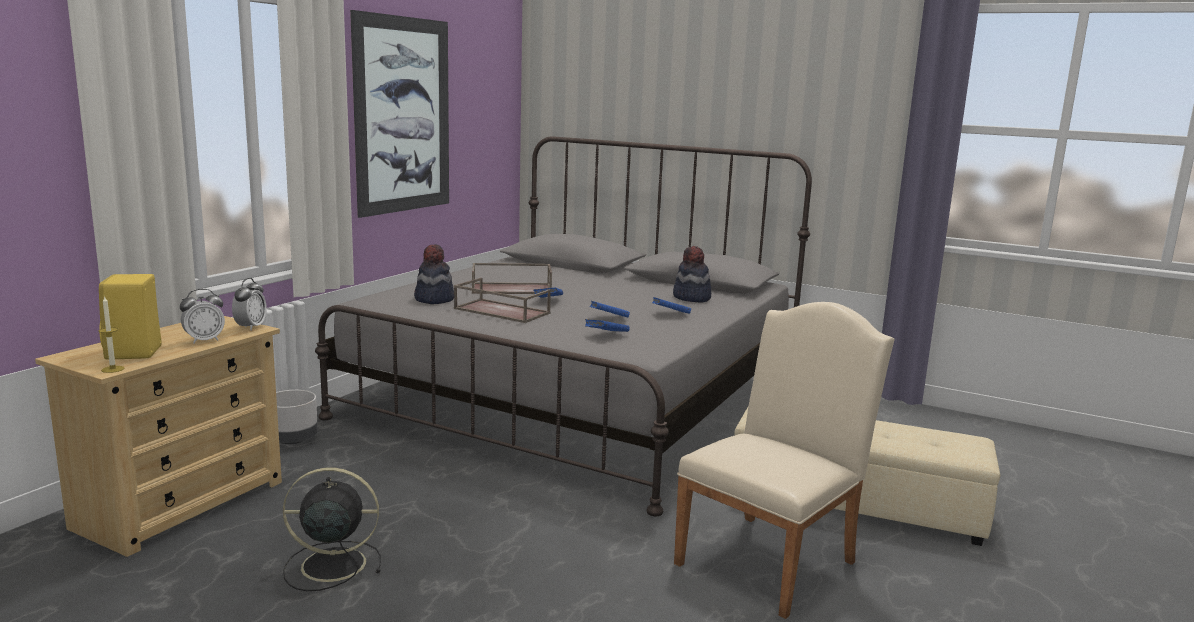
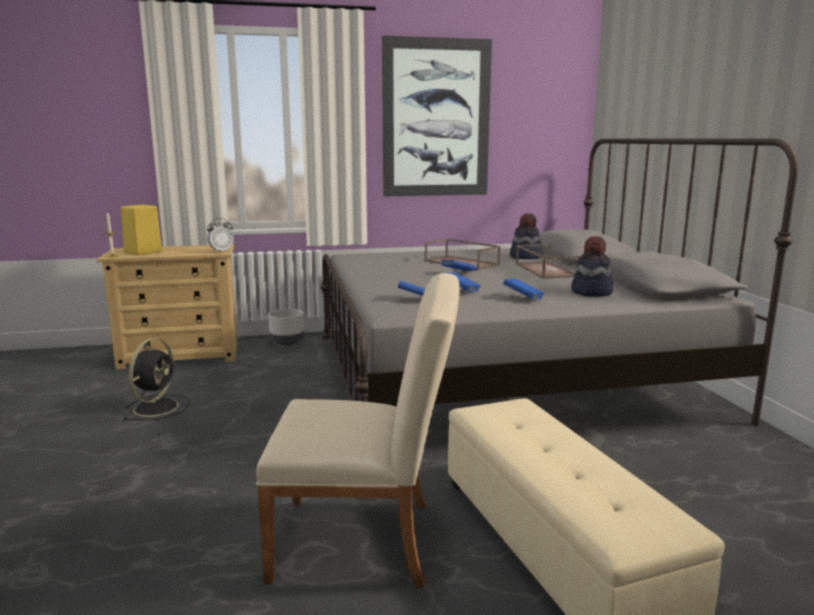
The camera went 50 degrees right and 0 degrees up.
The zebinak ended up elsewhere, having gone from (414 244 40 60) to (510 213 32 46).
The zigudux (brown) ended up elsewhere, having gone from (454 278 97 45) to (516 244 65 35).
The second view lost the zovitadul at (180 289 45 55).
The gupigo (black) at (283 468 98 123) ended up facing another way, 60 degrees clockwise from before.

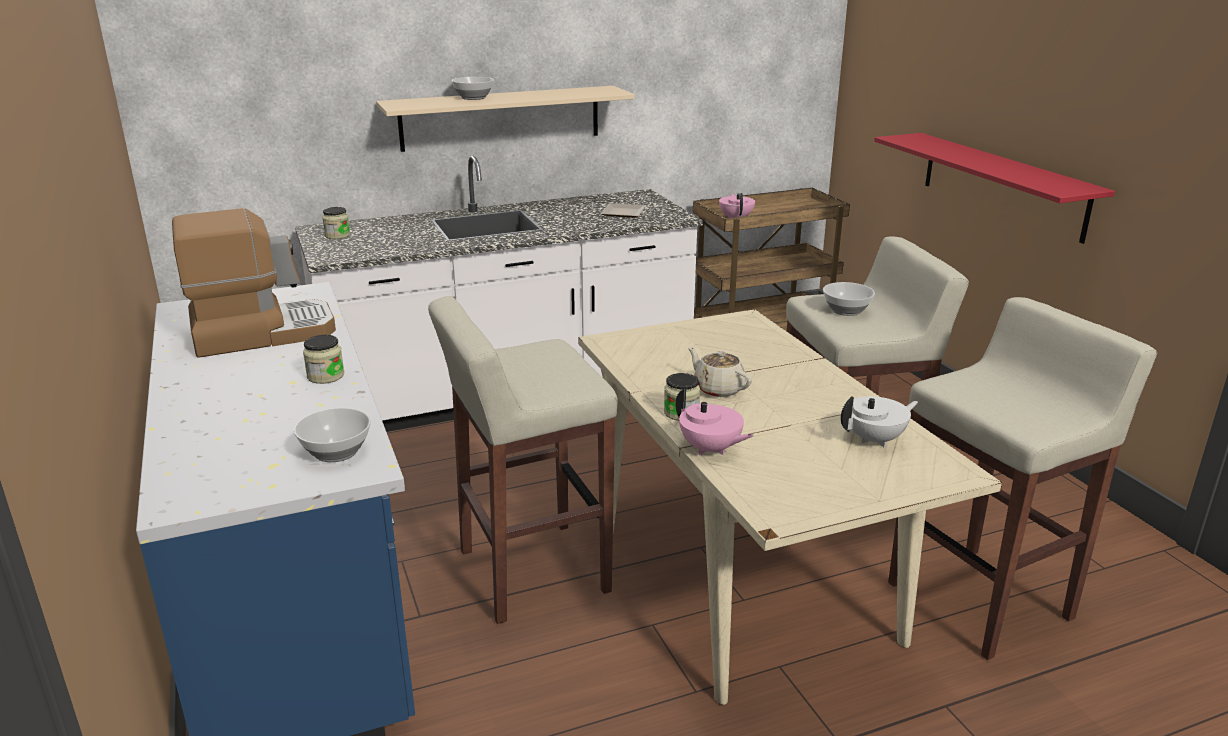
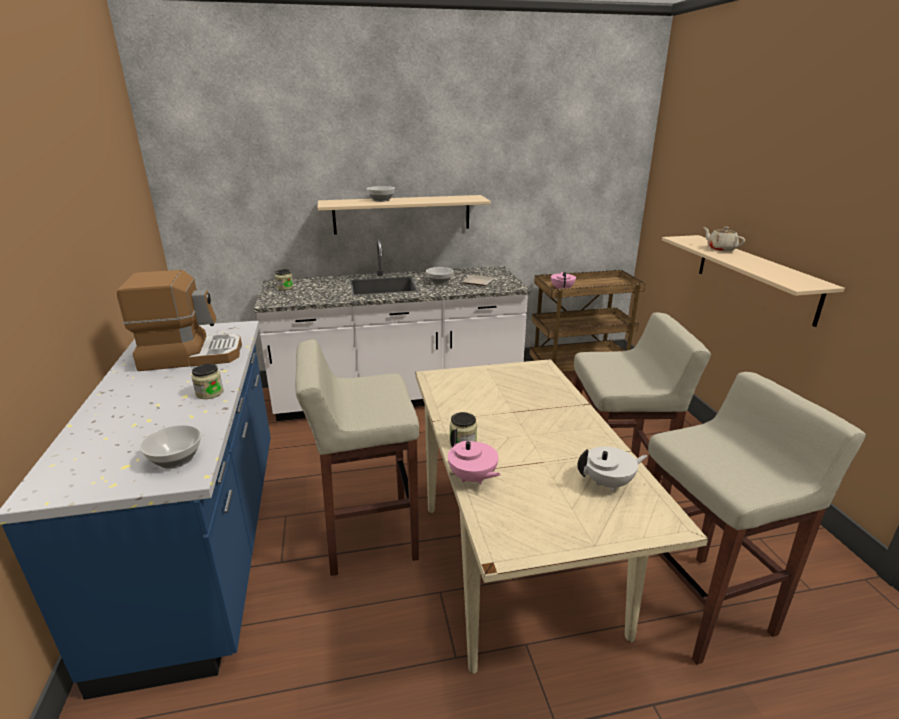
The camera went 10 degrees right and 0 degrees up.
What was the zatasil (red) at (874 133 241 111) turned into the zatasil (beige) at (662 235 183 92).
The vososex ended up elsewhere, having gone from (823 282 52 34) to (426 267 28 17).
The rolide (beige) ended up elsewhere, having gone from (688 347 64 50) to (703 227 42 24).

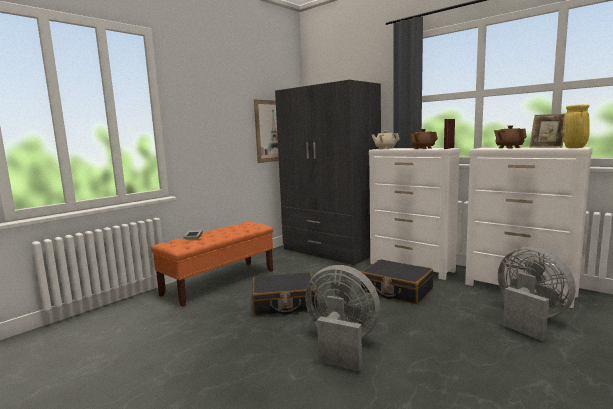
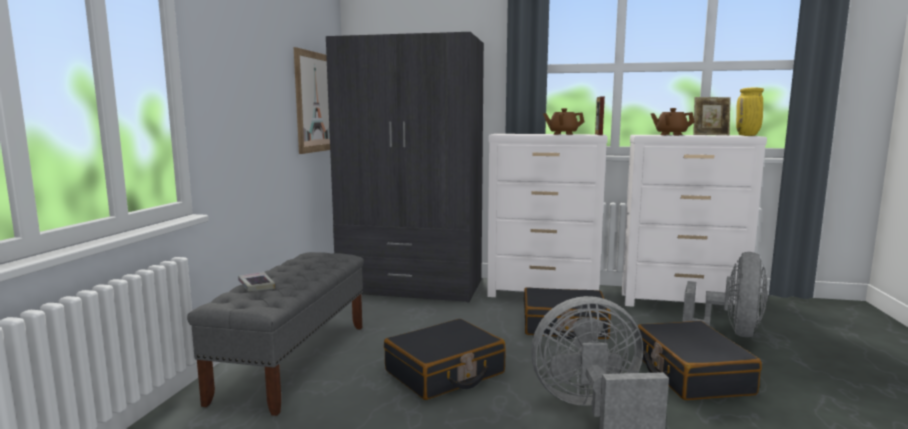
The camera went 30 degrees left and 0 degrees up.
The second view lost the rolide (beige) at (372 130 28 19).
What was the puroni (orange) at (151 222 122 85) turned into the puroni (grey) at (187 252 177 164).
The gupigo (grey) at (498 247 78 94) ended up facing another way, 90 degrees clockwise from before.
The second view gained the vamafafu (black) at (638 321 124 79).

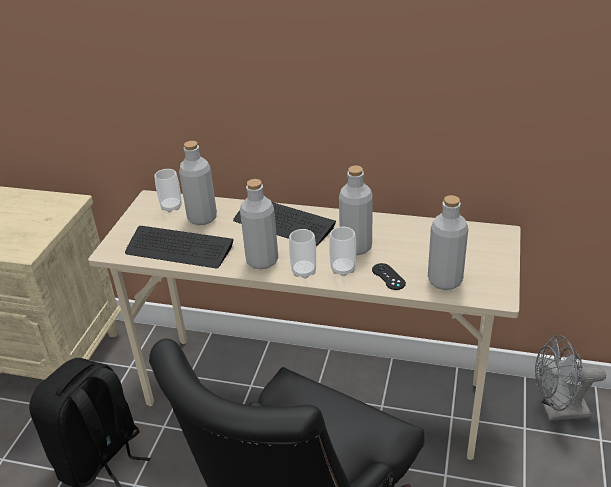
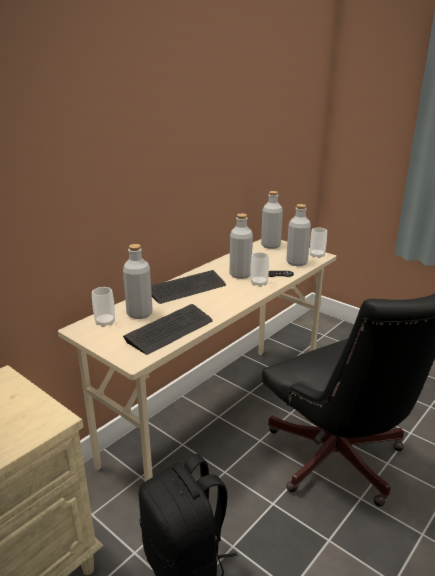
The camera went 65 degrees left and 10 degrees down.
The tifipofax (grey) ended up elsewhere, having gone from (240 179 38 90) to (261 191 22 58).
The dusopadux ended up elsewhere, having gone from (289 229 27 50) to (310 228 17 30).
The second view lost the gupigo (grey) at (535 335 71 86).

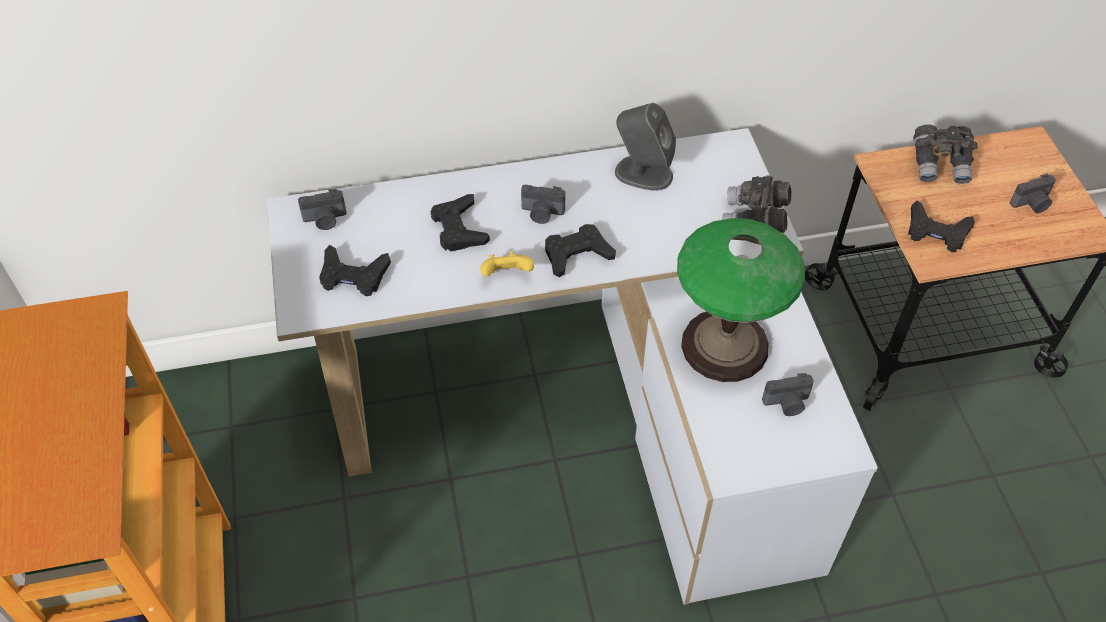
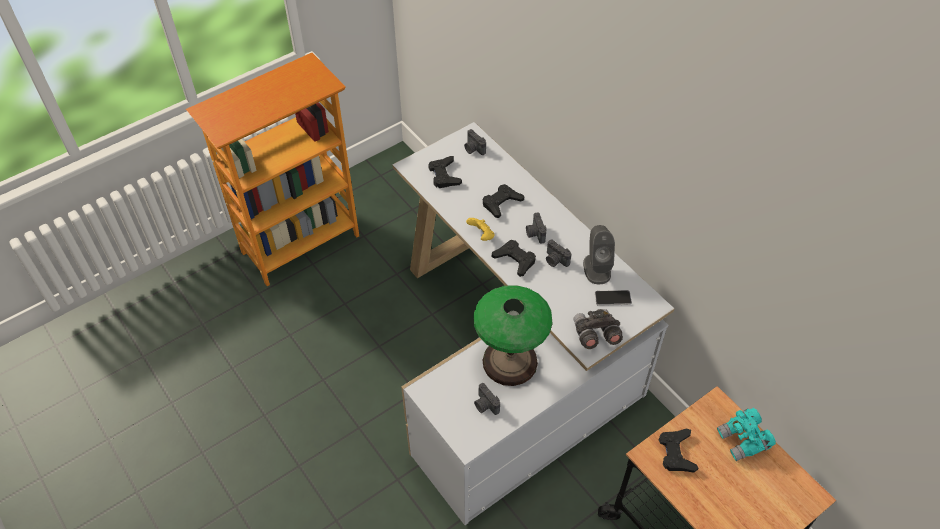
The camera went 65 degrees right and 0 degrees up.
What was the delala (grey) at (913 124 64 60) turned into the delala (turquoise) at (717 408 59 53).
The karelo ended up elsewhere, having gone from (1010 174 46 39) to (546 239 25 28).
The second view gained the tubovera at (595 290 37 16).

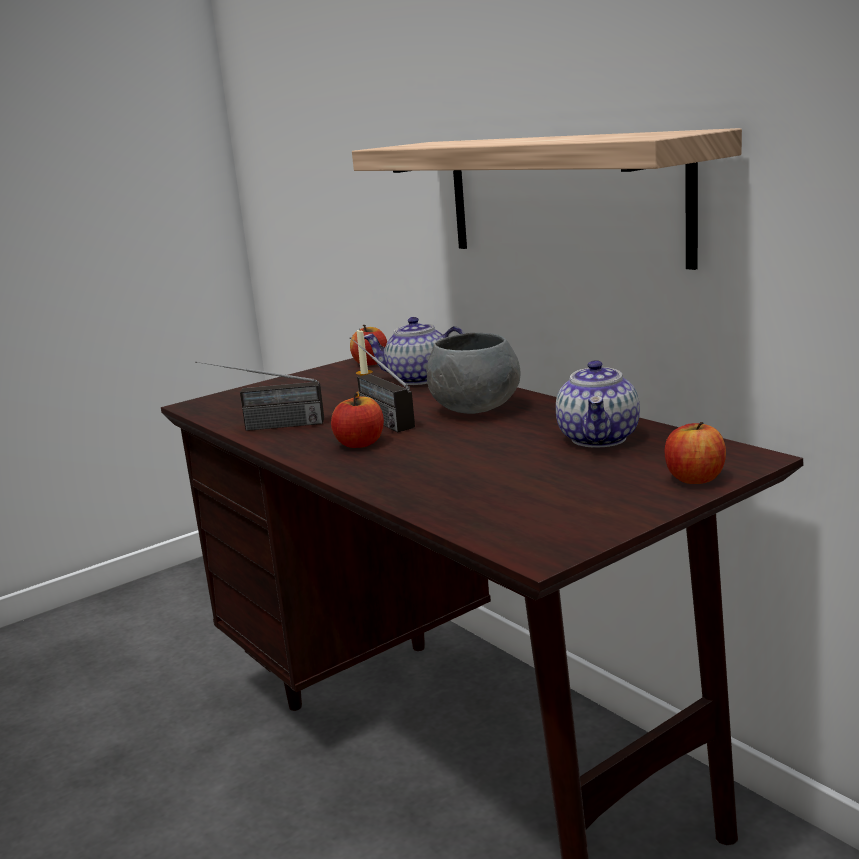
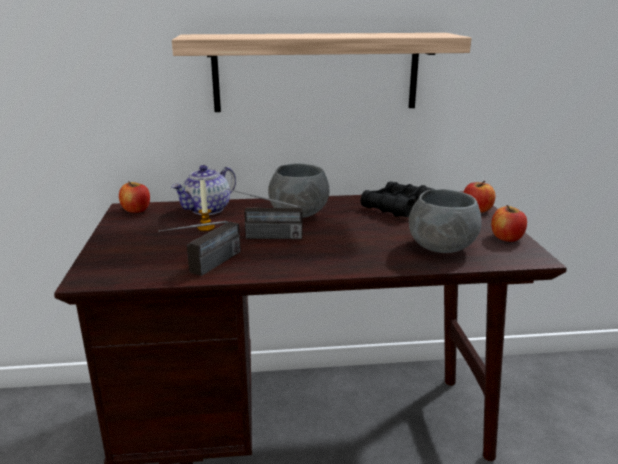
The camera went 60 degrees left and 5 degrees up.
Where the rolide stood at (556 360 84 87), the delala (black) came to stand at (361 181 72 36).
The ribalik ended up elsewhere, having gone from (331 393 53 55) to (491 205 36 37).
The second view gained the vososex (grey) at (409 189 73 64).

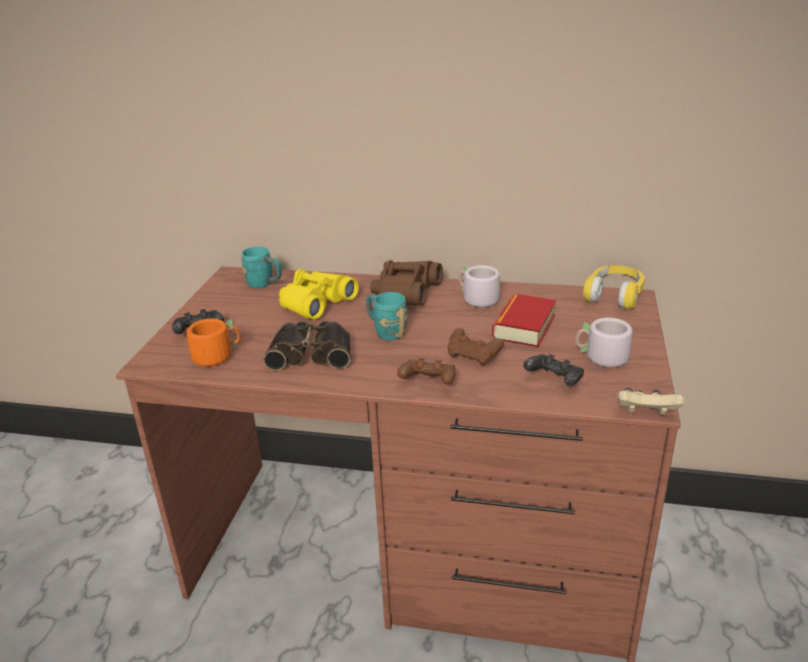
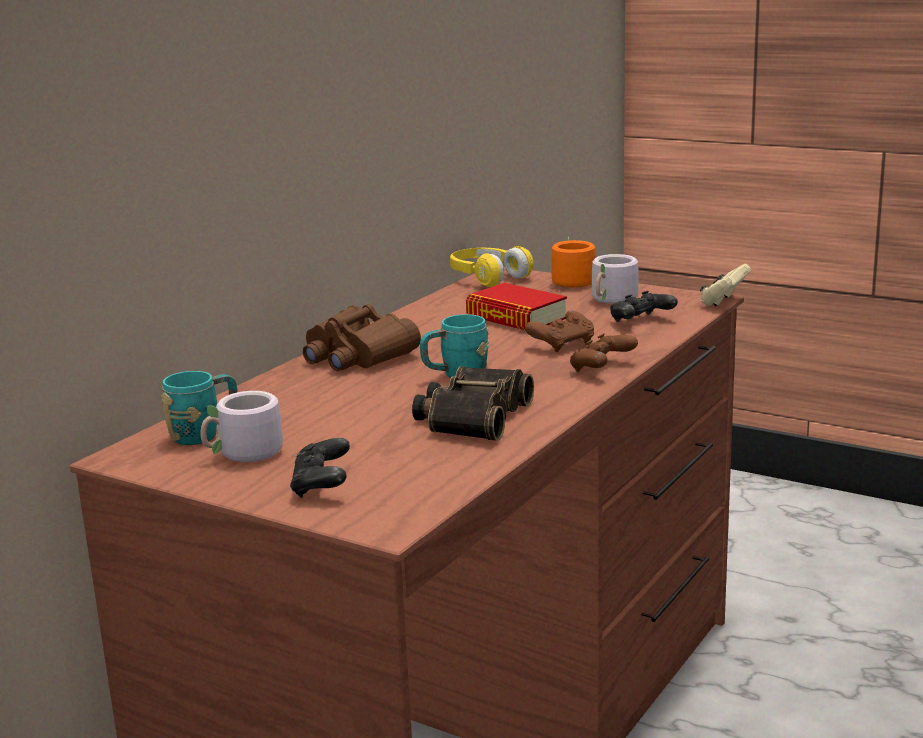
The camera went 70 degrees left and 10 degrees down.
The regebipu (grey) ended up elsewhere, having gone from (459 265 41 49) to (200 391 96 71).
The second view lost the delala (yellow) at (279 269 80 50).
The regebipu (orange) ended up elsewhere, having gone from (186 318 55 48) to (551 237 45 54).

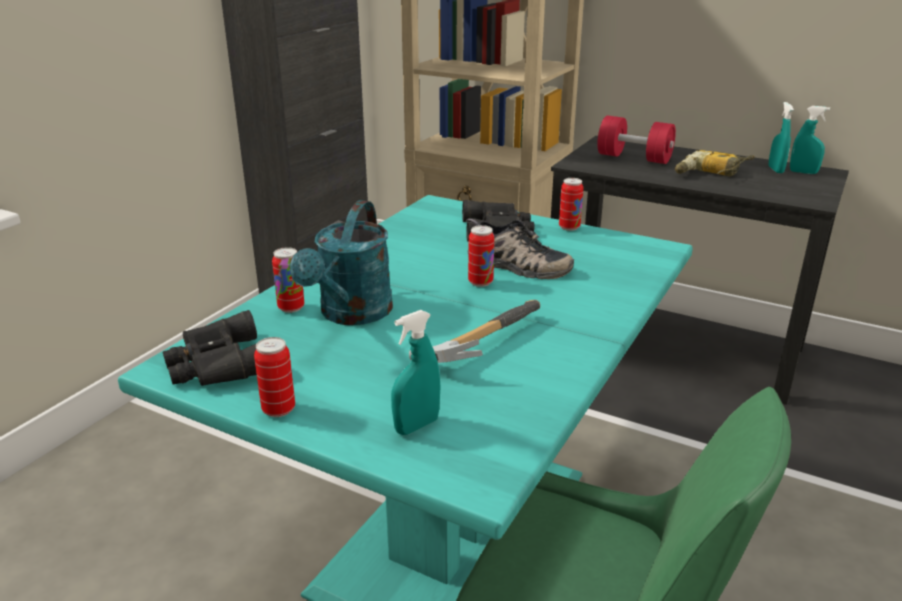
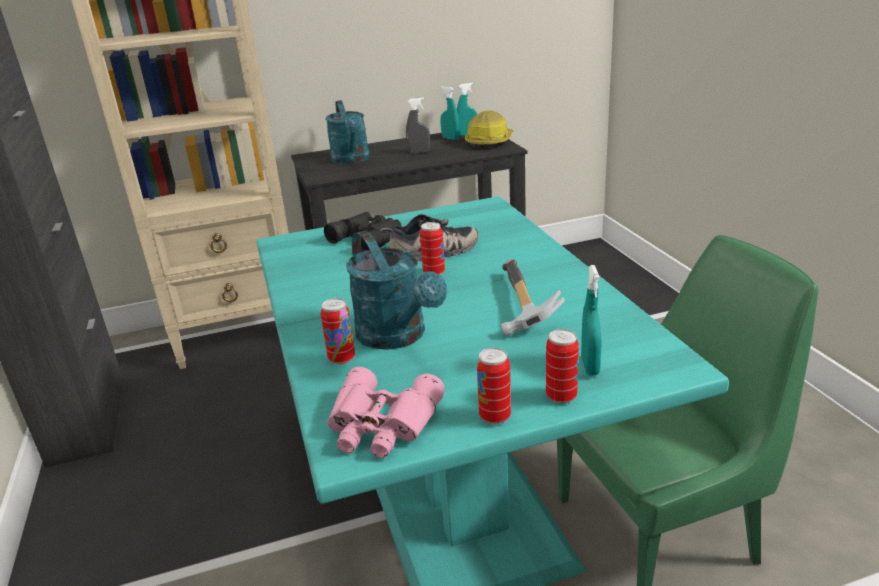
The camera went 45 degrees left and 0 degrees up.
Where the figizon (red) stood at (597 116 79 48), the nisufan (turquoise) came to stand at (325 100 45 64).
Where the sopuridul stood at (675 150 80 26), the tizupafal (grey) came to stand at (406 98 24 56).
The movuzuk ended up elsewhere, having gone from (559 178 24 53) to (546 329 33 75).
What was the delala (black) at (162 310 95 76) turned into the delala (pink) at (327 367 117 91).
The second view gained the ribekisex at (465 111 48 38).

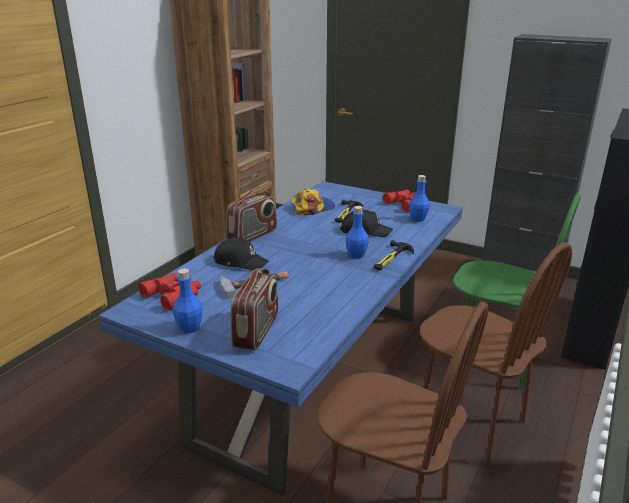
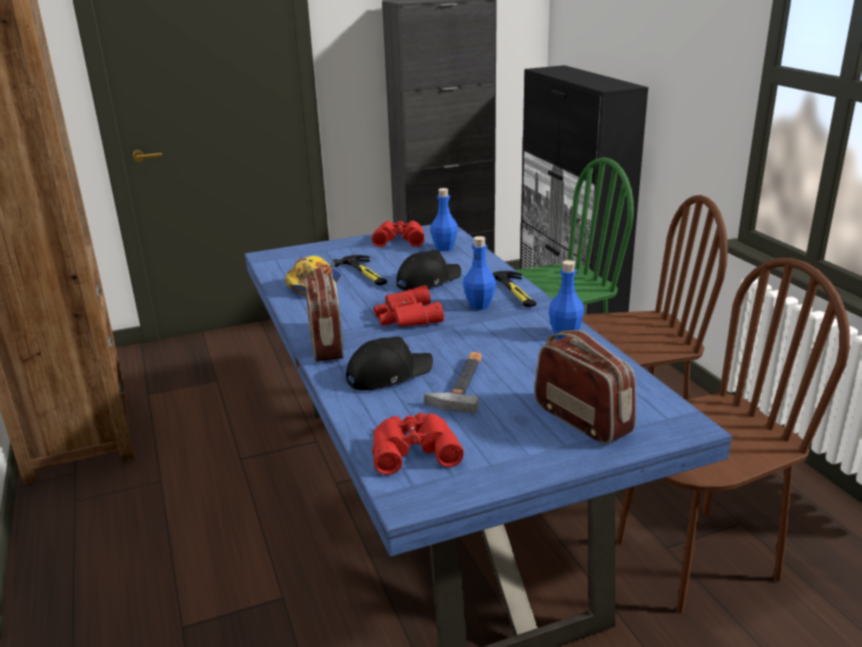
The camera went 50 degrees left and 0 degrees up.
The tifipofax (blue) ended up elsewhere, having gone from (173 269 29 64) to (549 260 35 79).
The second view gained the delala (red) at (374 285 70 42).

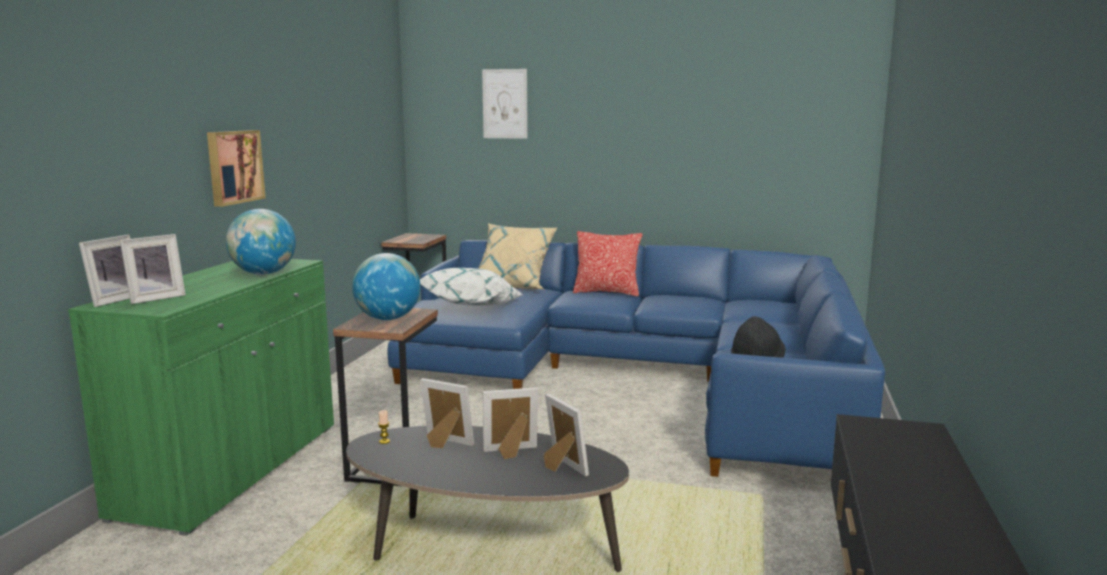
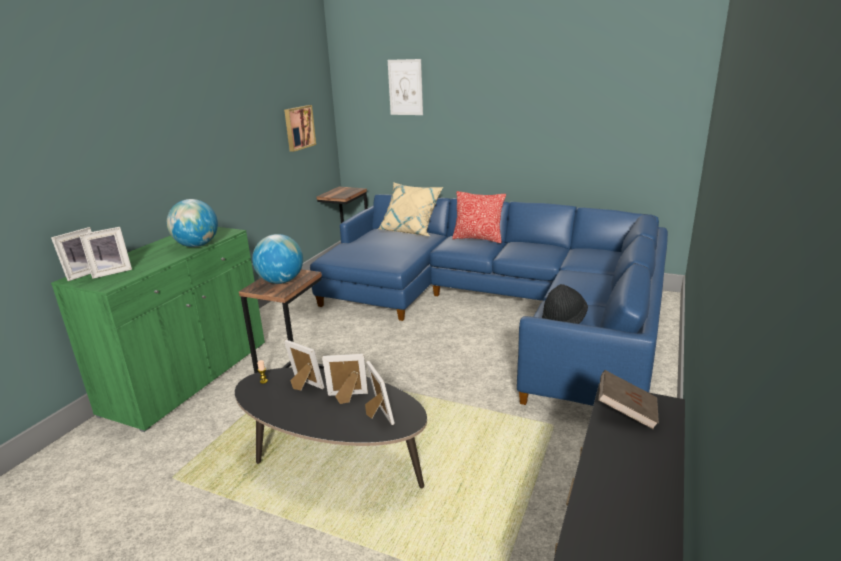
The camera went 10 degrees right and 10 degrees up.
The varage ended up elsewhere, having gone from (207 130 59 77) to (284 105 32 47).
The second view lost the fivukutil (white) at (420 268 103 38).
The second view gained the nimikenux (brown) at (598 370 61 60).

